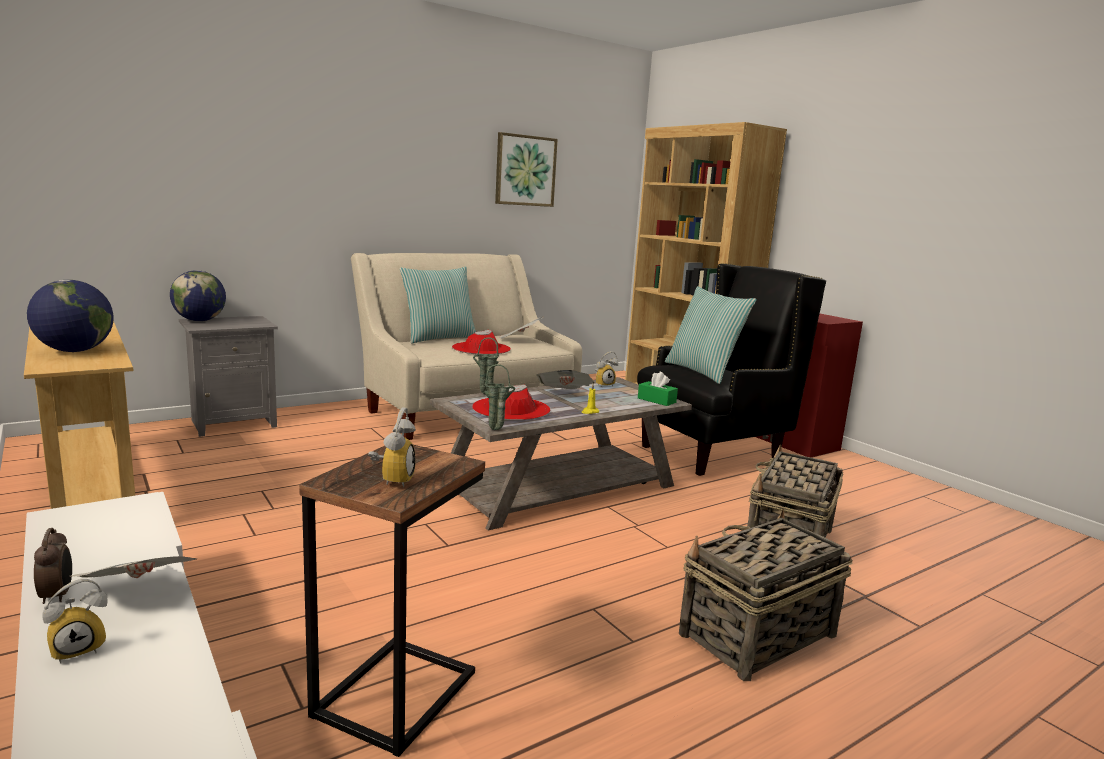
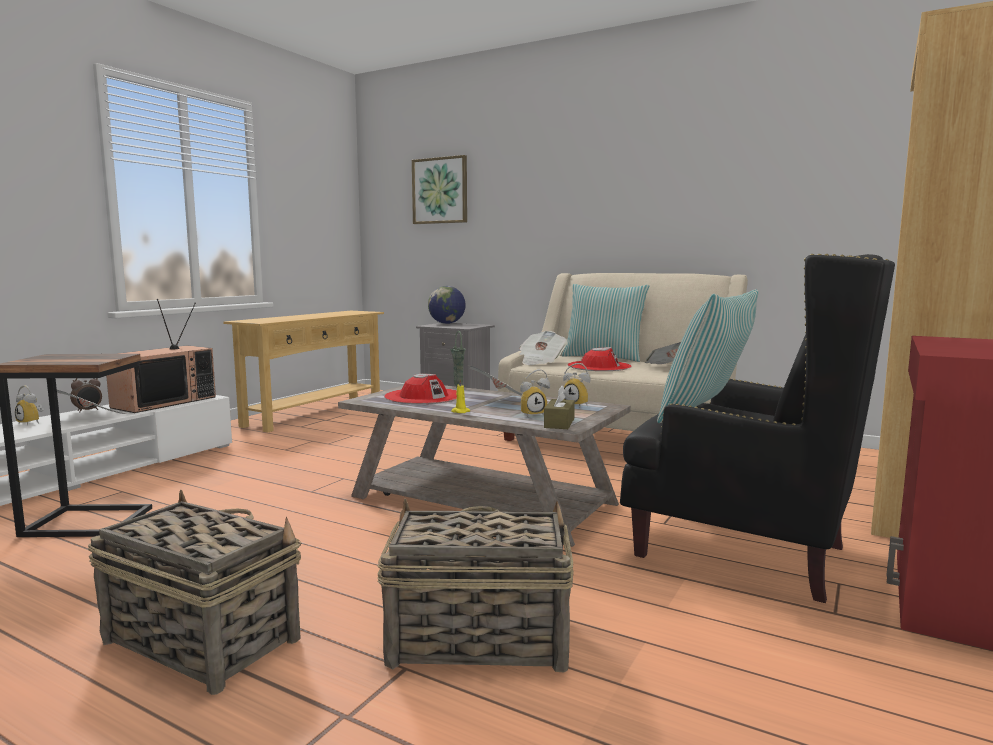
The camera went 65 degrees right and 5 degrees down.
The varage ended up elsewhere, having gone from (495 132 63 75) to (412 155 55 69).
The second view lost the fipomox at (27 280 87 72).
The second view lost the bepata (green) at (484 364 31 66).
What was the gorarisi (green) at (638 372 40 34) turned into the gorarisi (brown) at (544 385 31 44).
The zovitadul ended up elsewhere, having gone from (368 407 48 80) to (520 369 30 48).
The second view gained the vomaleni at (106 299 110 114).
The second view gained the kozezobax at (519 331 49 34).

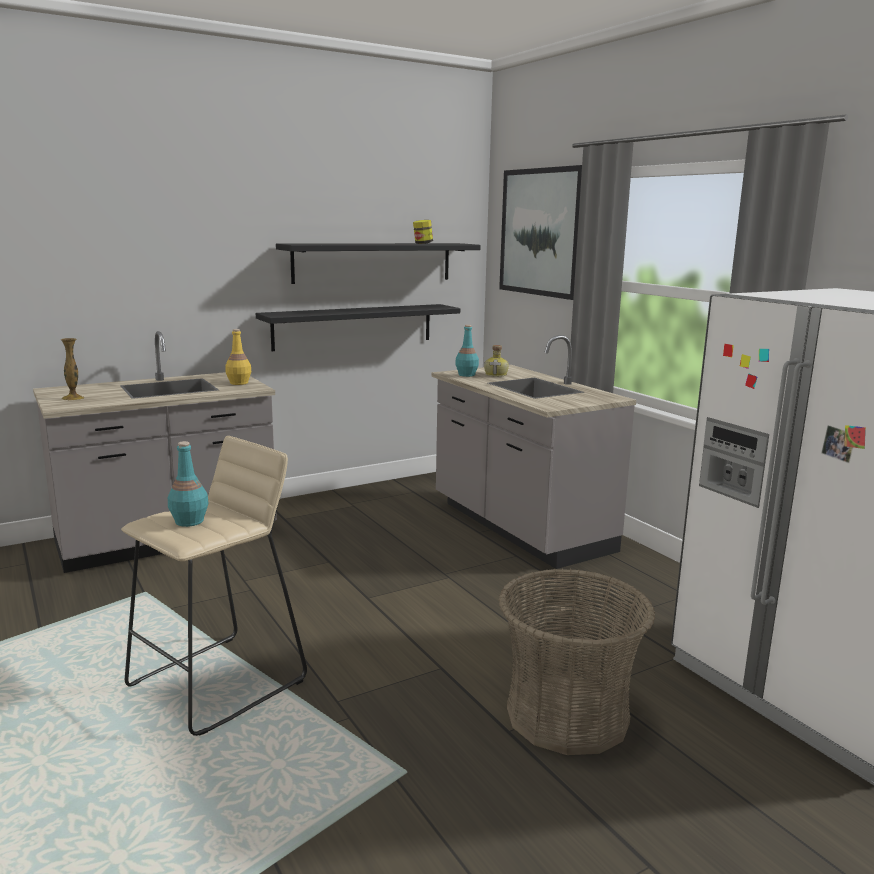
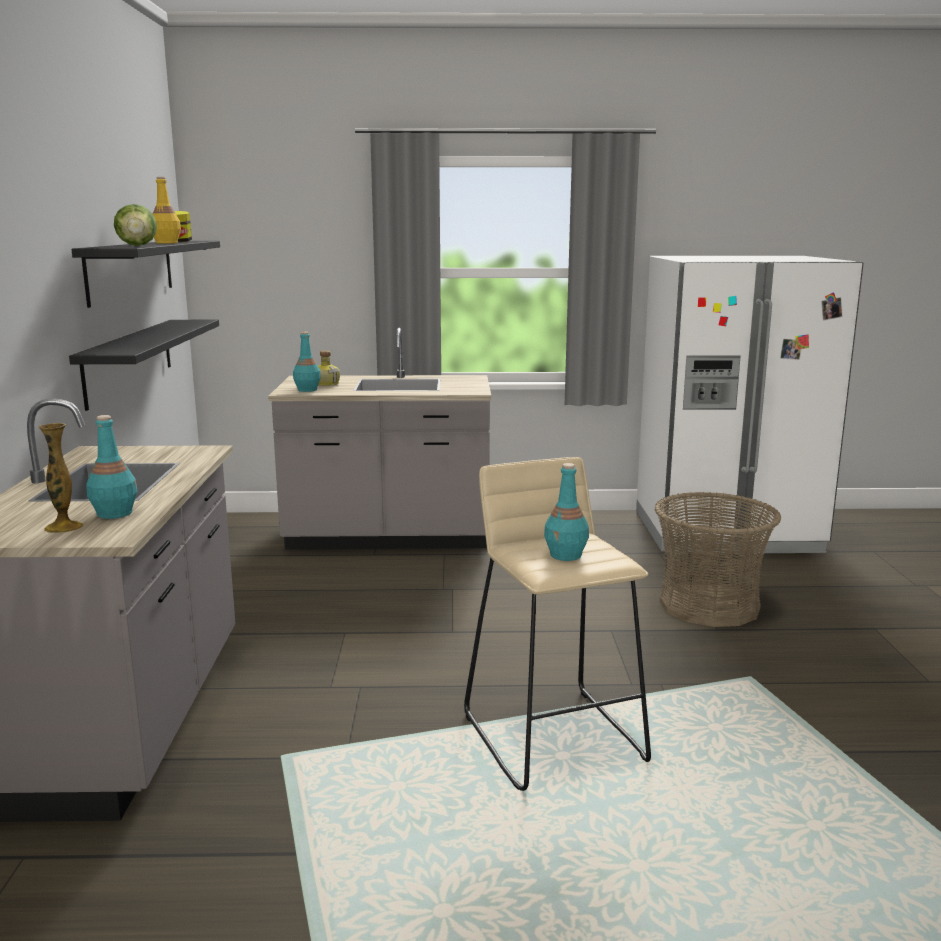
The camera went 60 degrees left and 0 degrees up.
The second view lost the varage at (499 165 83 135).
The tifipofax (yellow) ended up elsewhere, having gone from (225 329 27 56) to (153 177 28 66).
The second view gained the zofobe at (114 204 43 42).
The second view gained the tifipofax (turquoise) at (86 415 52 104).

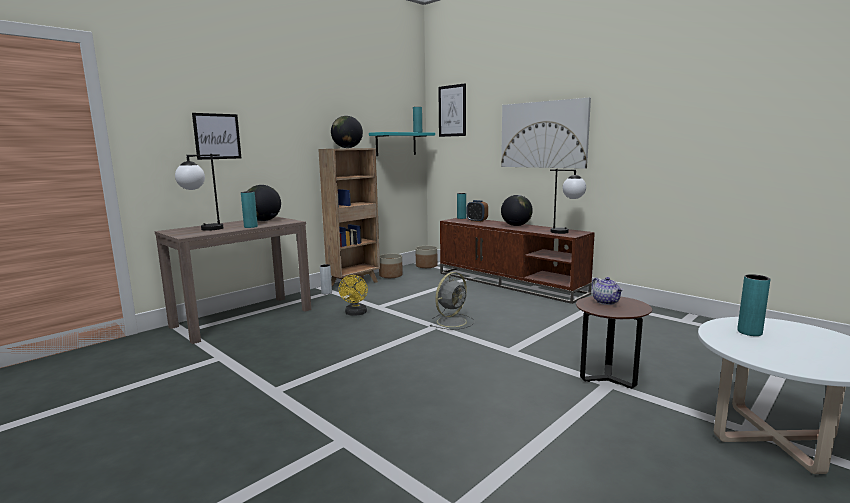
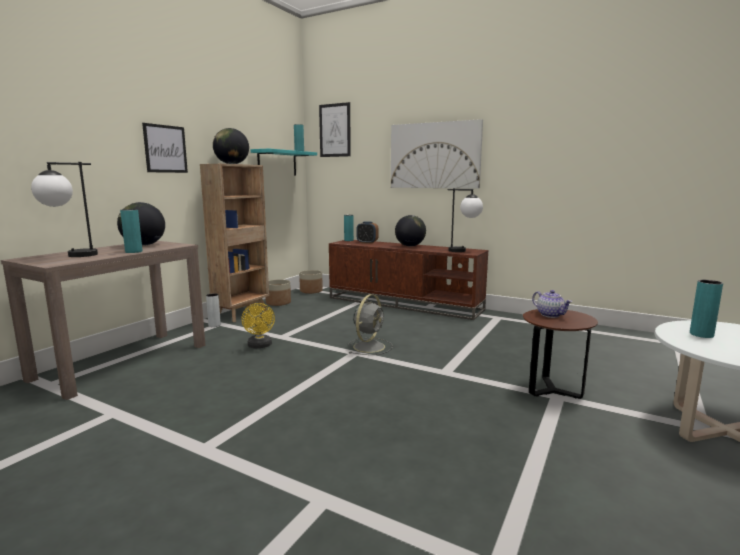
The camera went 15 degrees left and 0 degrees up.
The varage ended up elsewhere, having gone from (192 113 49 47) to (142 123 46 50).

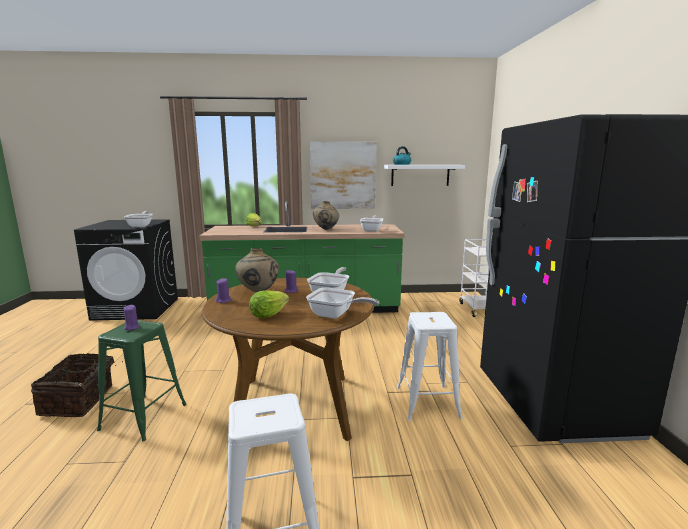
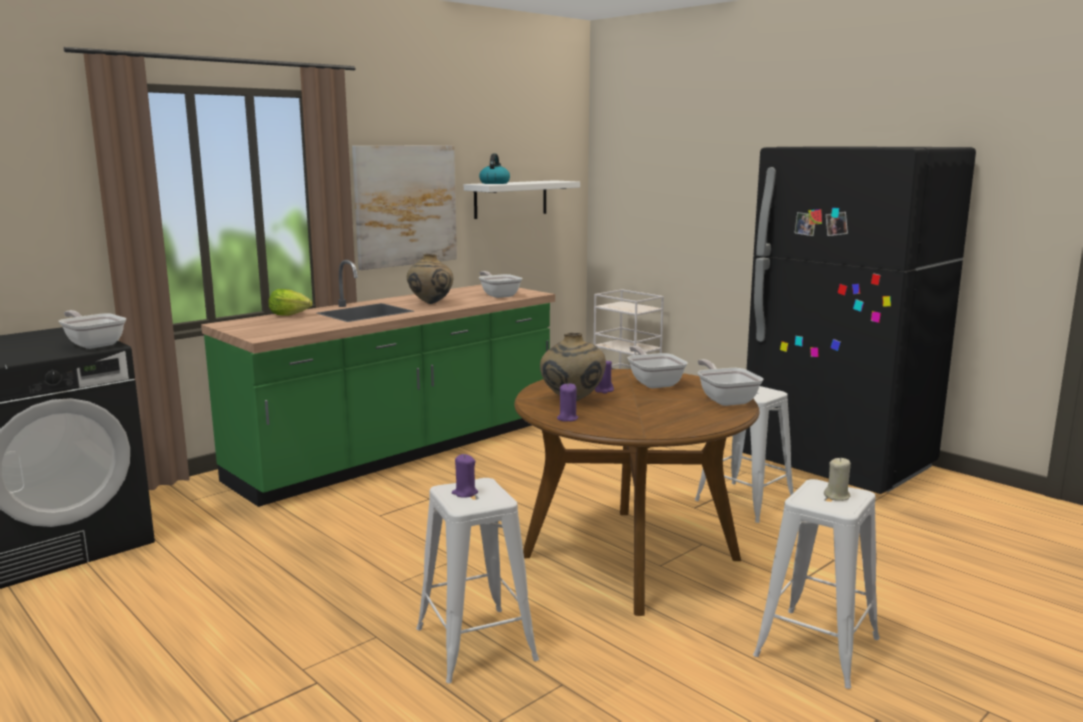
The camera went 40 degrees left and 0 degrees up.
The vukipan at (306 287 73 32) ended up facing another way, 90 degrees counterclockwise from before.
The second view lost the zofobe at (249 290 40 28).
What was the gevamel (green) at (97 320 89 121) turned into the gevamel (white) at (416 478 123 206).
The second view lost the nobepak at (31 353 92 64).
The second view gained the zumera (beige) at (824 458 27 43).

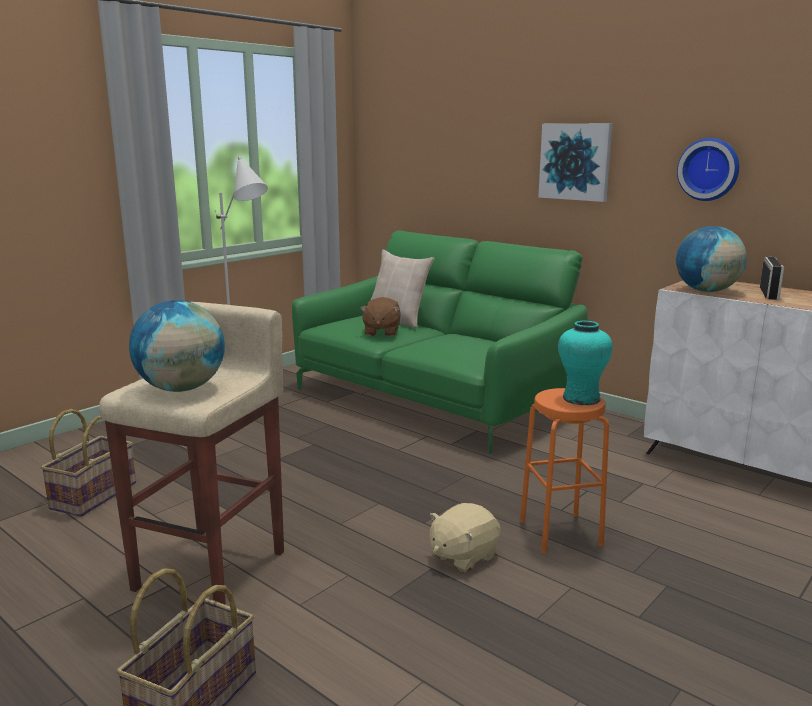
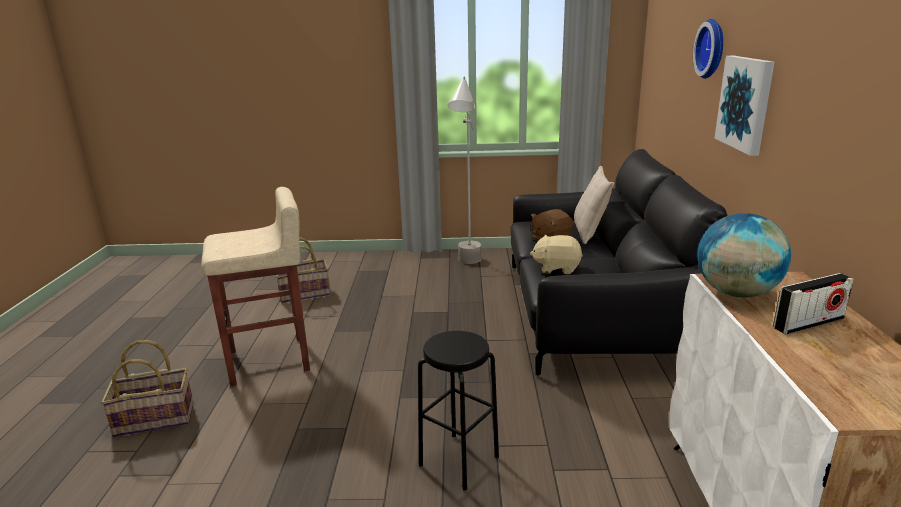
The camera went 50 degrees right and 5 degrees up.
The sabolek ended up elsewhere, having gone from (677 138 62 63) to (693 19 30 60).
What was the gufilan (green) at (292 230 296 224) turned into the gufilan (black) at (511 149 217 226).
The second view lost the fipomox at (129 300 96 92).
The second view lost the bepata (turquoise) at (558 321 55 84).
What was the gevamel (orange) at (520 388 89 166) turned into the gevamel (black) at (418 331 81 159).
The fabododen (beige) ended up elsewhere, having gone from (429 503 72 70) to (530 235 53 39).

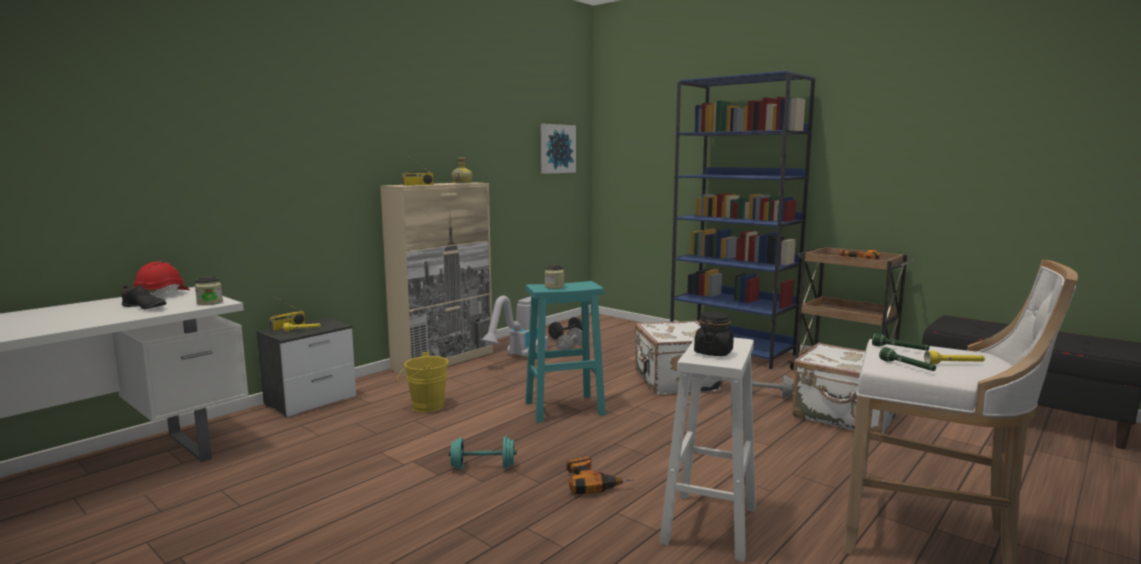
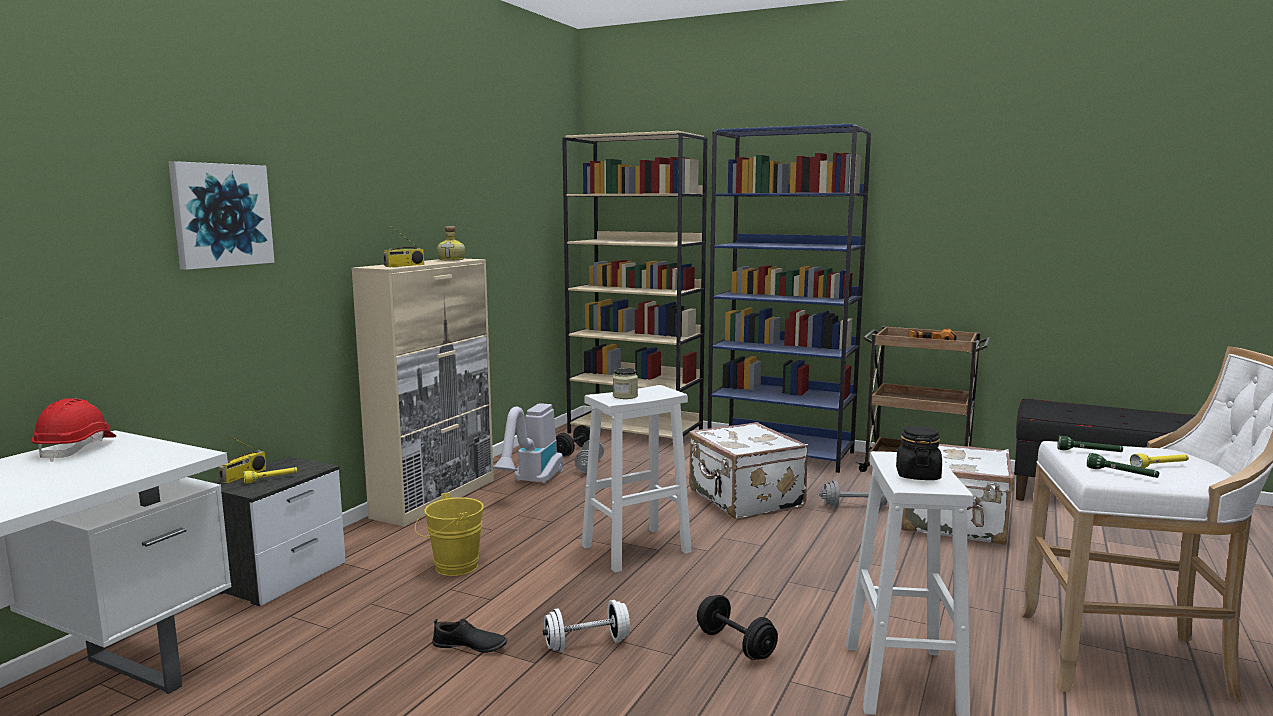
The camera went 15 degrees left and 0 degrees up.
The varage ended up elsewhere, having gone from (541 124 35 50) to (168 161 107 109).
The second view lost the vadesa at (195 277 28 28).
What was the gevamel (turquoise) at (525 281 81 142) turned into the gevamel (white) at (582 385 110 188).
The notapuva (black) ended up elsewhere, having gone from (122 285 44 24) to (432 619 75 34).
What was the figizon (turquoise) at (449 437 68 33) turned into the figizon (white) at (543 600 87 52).
Where the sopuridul stood at (566 457 67 38), the figizon (black) came to stand at (697 595 81 65).
The second view gained the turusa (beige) at (562 131 146 307).

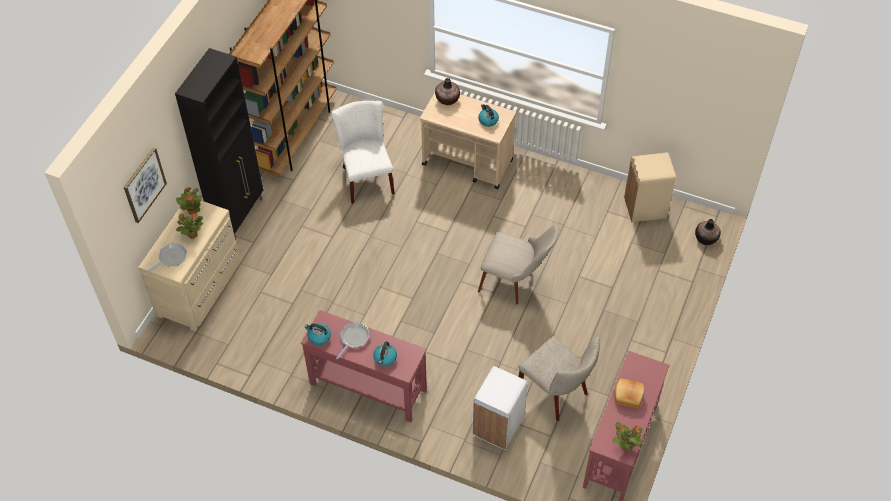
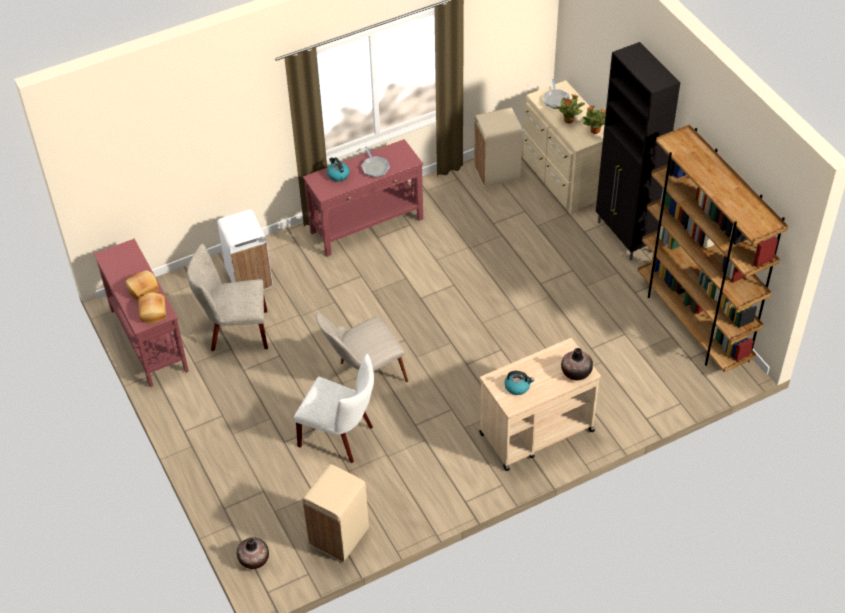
The camera went 130 degrees right and 5 degrees down.
The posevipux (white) ended up elsewhere, having gone from (331 101 64 103) to (294 354 80 109).
The second view lost the varage at (124 147 43 76).
The second view lost the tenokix at (304 324 27 21).
The second view lost the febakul at (613 422 30 28).
The second view gained the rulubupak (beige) at (474 108 48 79).
The second view gained the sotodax at (139 292 27 31).

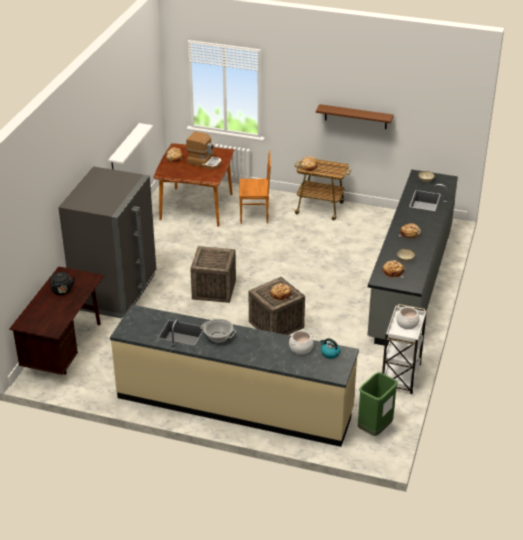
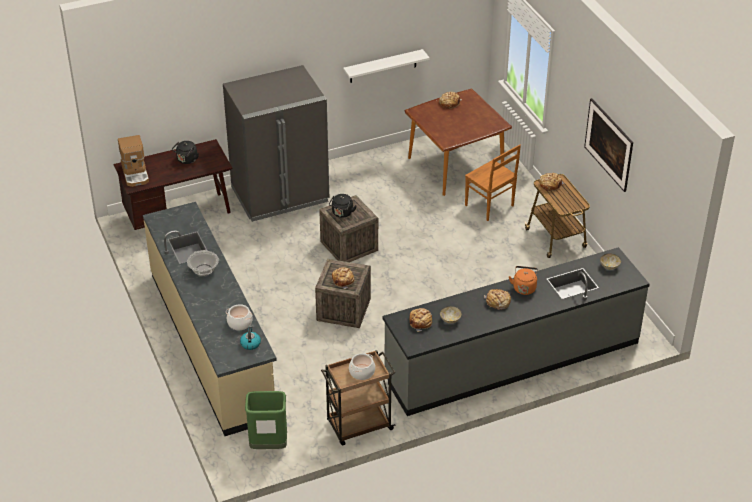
The camera went 50 degrees right and 5 degrees up.
Where the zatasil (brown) hung at (316 104 78 25), the varage came to hang at (584 98 49 94).
The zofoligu ended up elsewhere, having gone from (186 131 36 39) to (118 135 31 52).
What was the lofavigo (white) at (382 304 45 90) turned into the lofavigo (brown) at (321 350 75 96).
The second view gained the tenokix (black) at (329 194 27 24).
The second view gained the tenokix (orange) at (509 266 29 29).

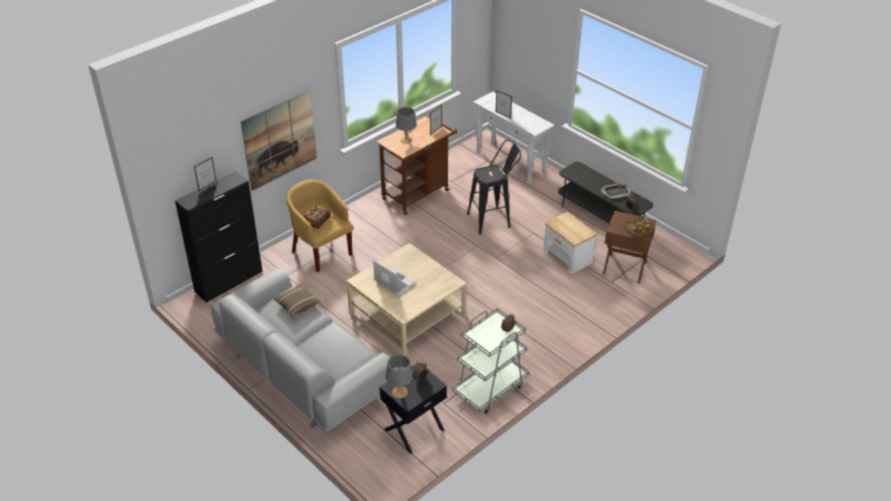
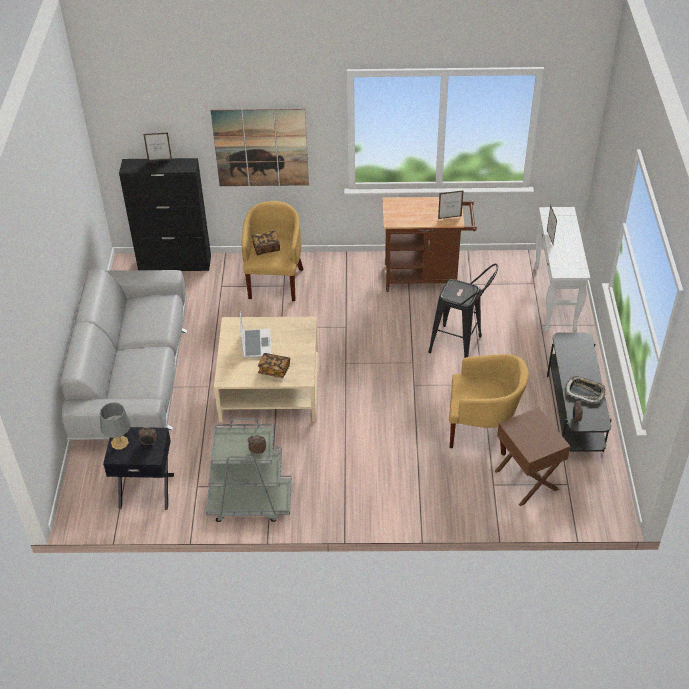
The camera went 45 degrees right and 5 degrees up.
The second view lost the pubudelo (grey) at (396 107 21 37).
Where the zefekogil stood at (543 212 54 62), the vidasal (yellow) came to stand at (449 354 80 102).
The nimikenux ended up elsewhere, having gone from (624 217 30 20) to (258 353 32 25).
The second view lost the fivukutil at (273 284 47 33).

